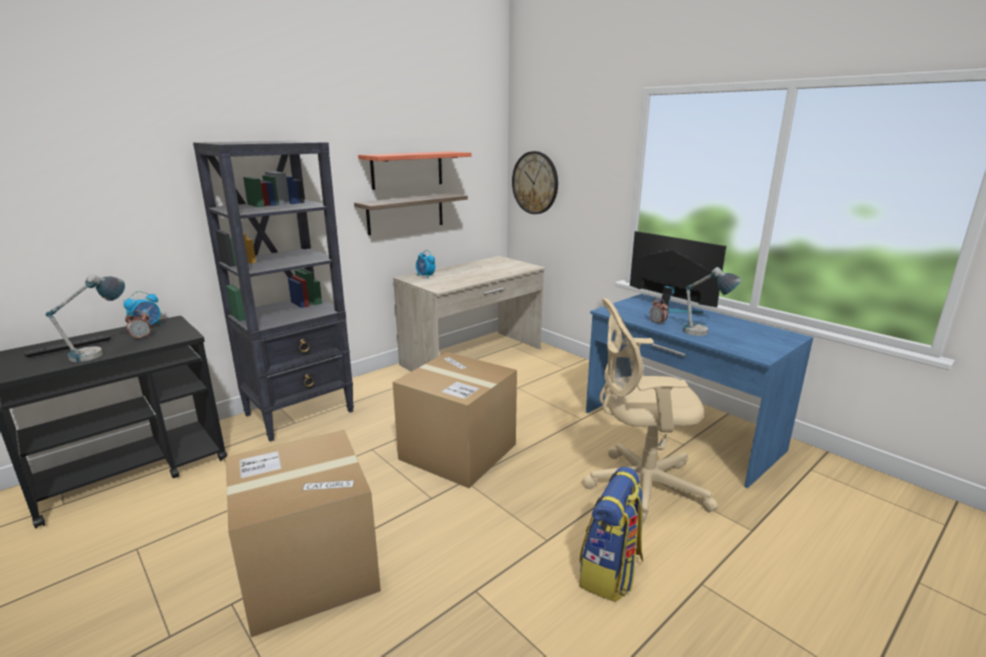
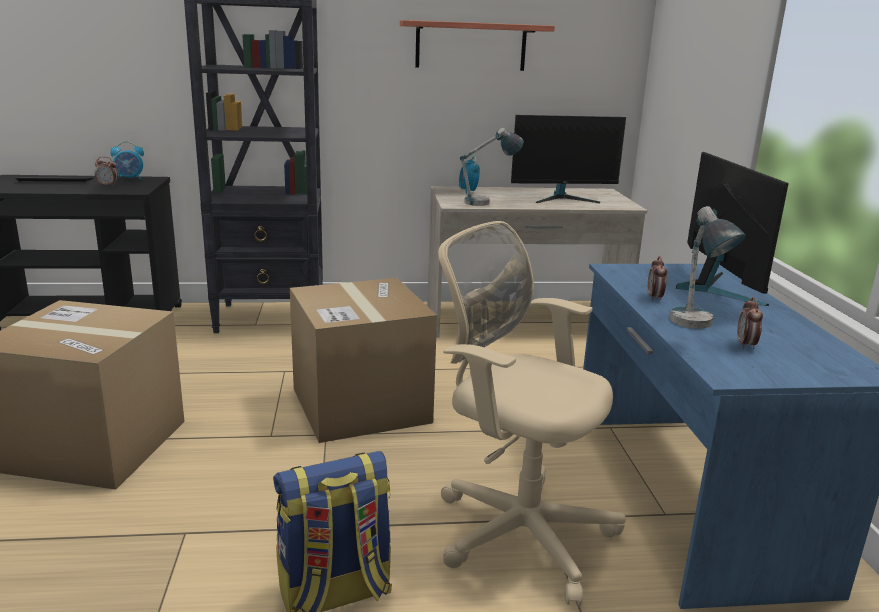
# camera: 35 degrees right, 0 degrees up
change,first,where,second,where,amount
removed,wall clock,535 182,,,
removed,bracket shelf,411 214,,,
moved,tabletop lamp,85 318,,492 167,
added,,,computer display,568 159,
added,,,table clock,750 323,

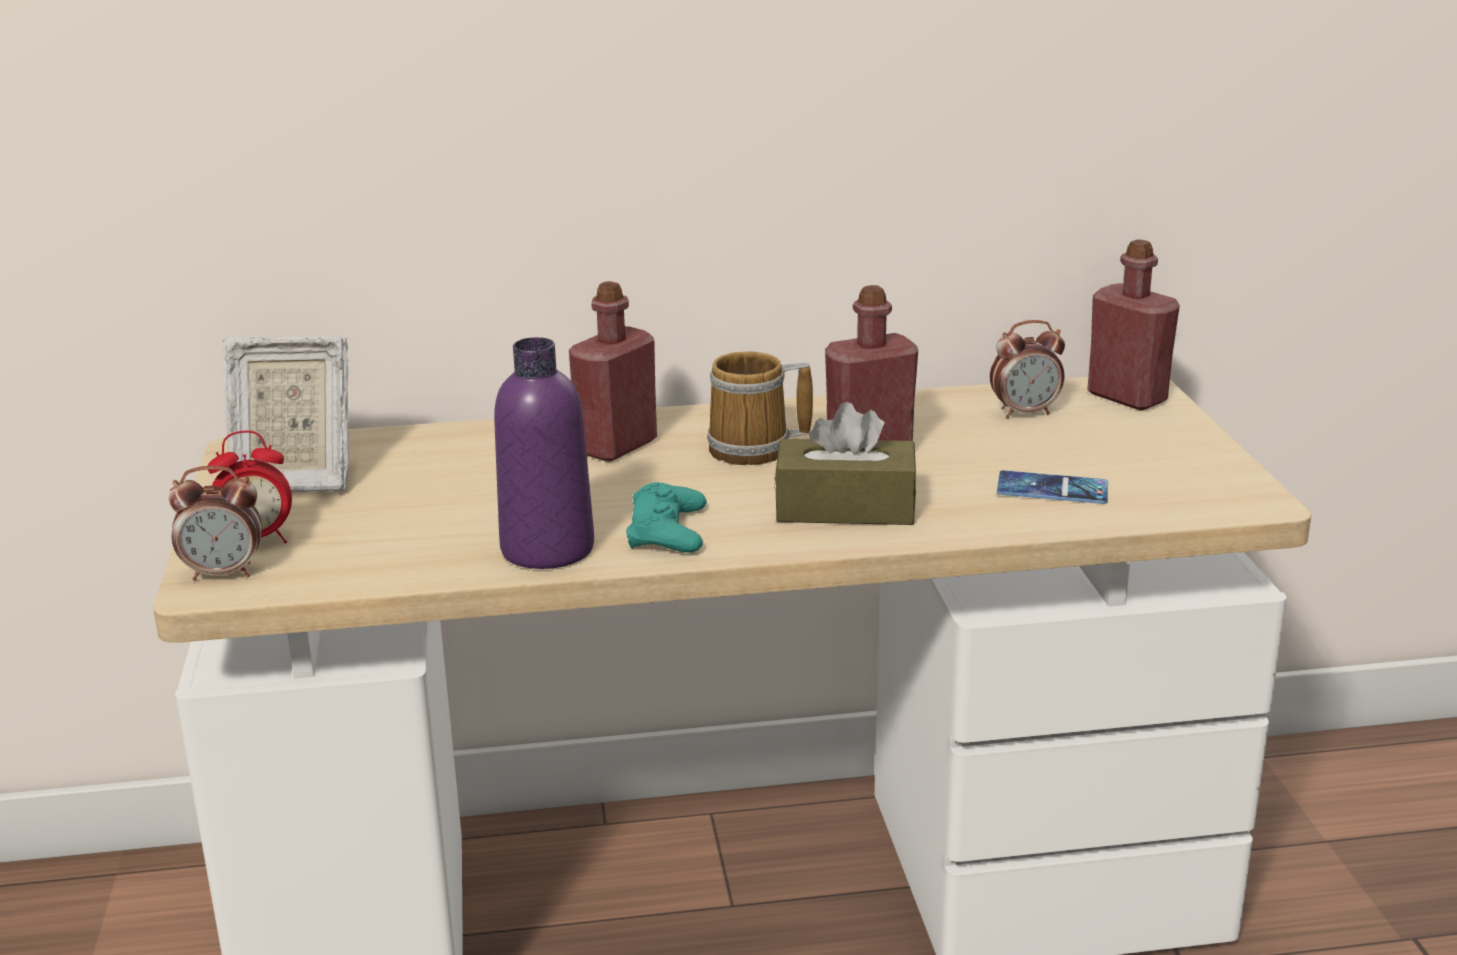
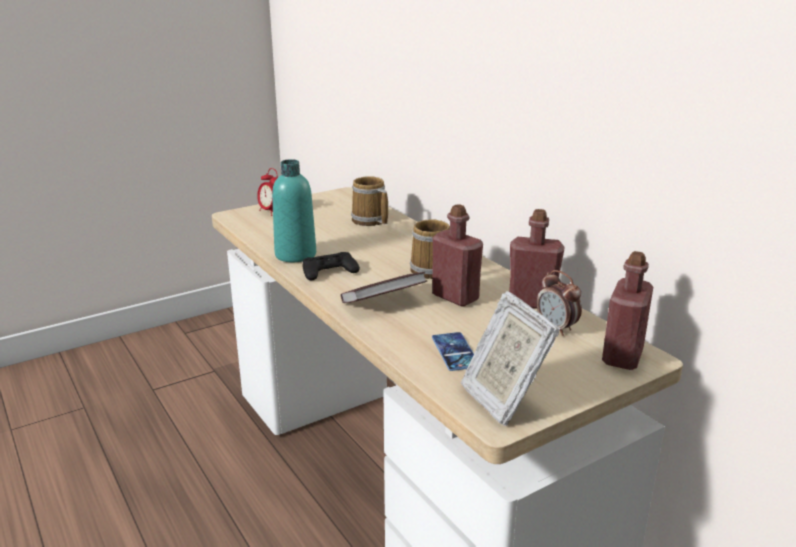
# camera: 65 degrees right, 0 degrees up
change,first,where,second,where,amount
moved,beverage bottle/red,613 371,,537 259,
moved,photo frame,286 414,,510 358,
recoloured,beverage bottle/purple,544 453,beverage bottle/turquoise,294 210,
replaced,tissue box/brown-coloured,845 463,volume,384 287,
removed,table clock,215 523,,,
recoloured,gamepad/turquoise,666 517,gamepad/blackish,331 266,
added,,,tea mug,369 201,

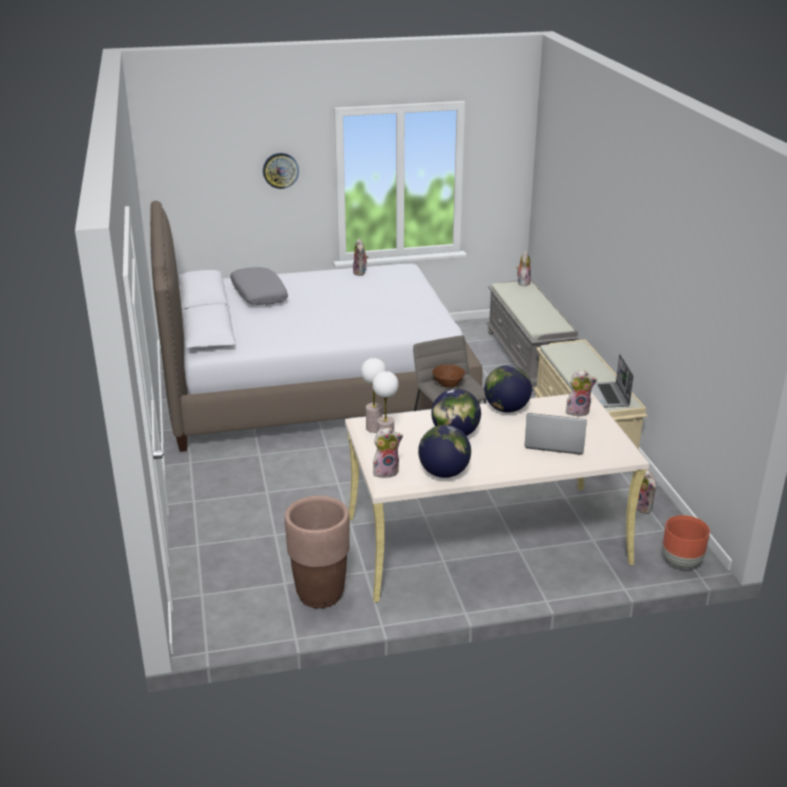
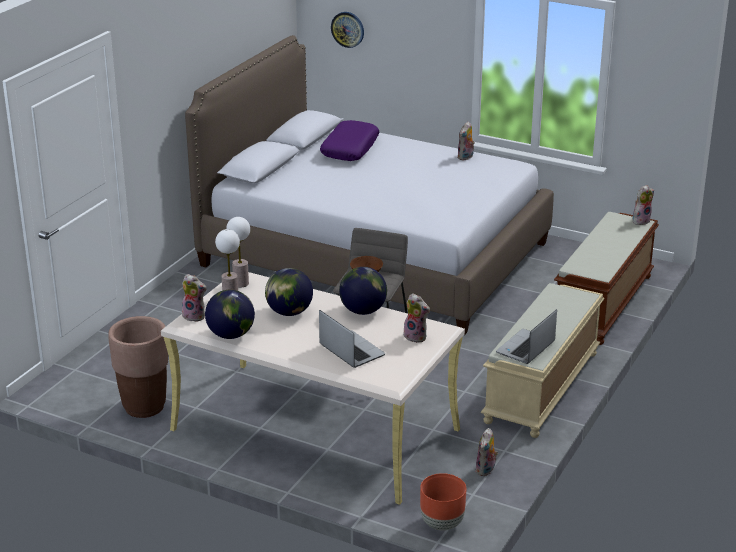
# camera: 40 degrees right, 0 degrees up
change,first,where,second,where,amount
moved,wall clock,281 171,,347 30,
recoloured,pillow/gray,259 286,pillow/purple,349 140,
recoloured,indoor bench/gray,532 335,indoor bench/brown-coloured,606 278,

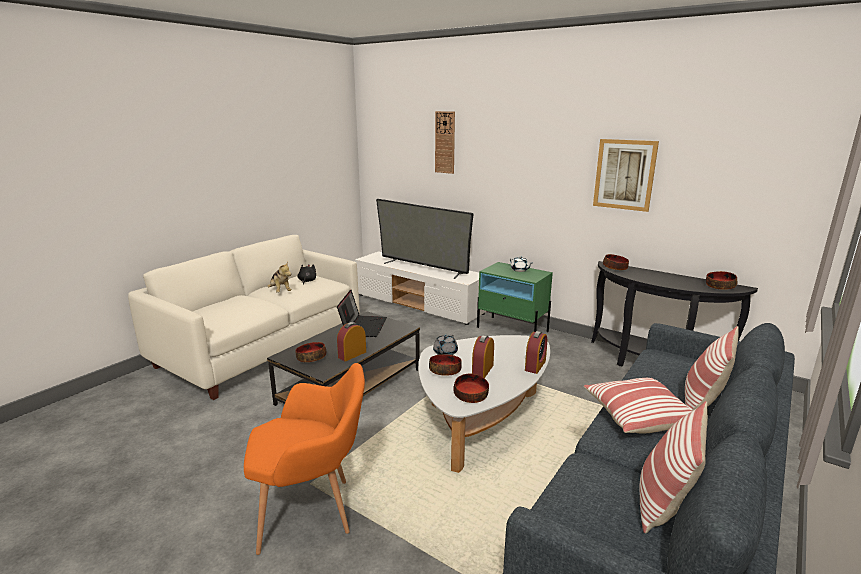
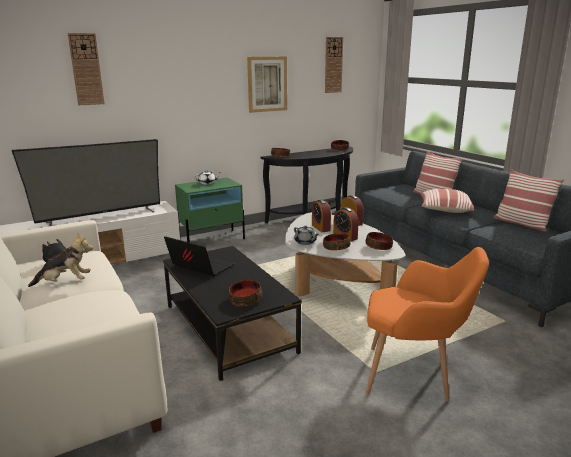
# camera: 65 degrees left, 0 degrees up
change,first,where,second,where,amount
moved,table clock,351 341,,321 216,
turned,lounge chair/orange-coloured,304 459,,427 324,90 degrees clockwise
added,,,wall clock,334 65,

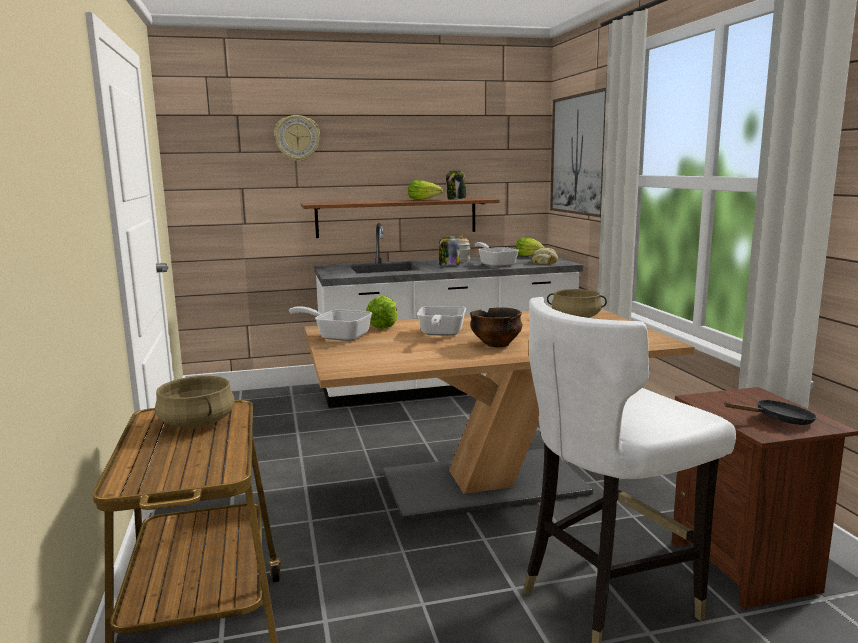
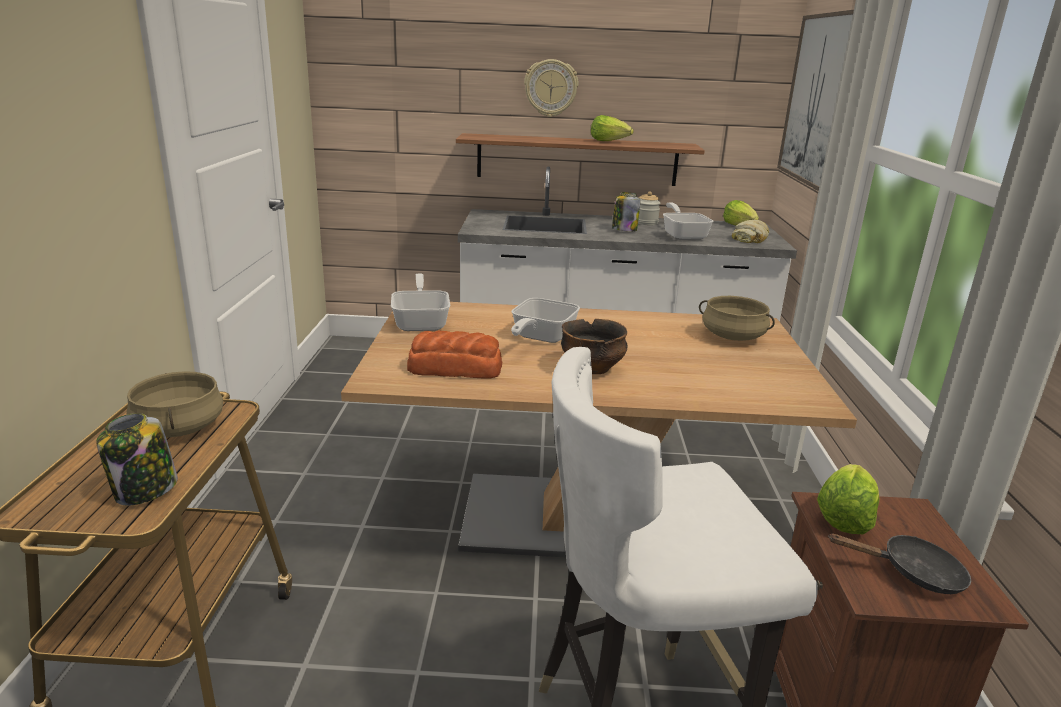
# camera: 15 degrees right, 10 degrees up
change,first,where,second,where,amount
moved,wall clock,297 138,,551 88,
moved,preserve jar,456 185,,137 459,
moved,lettuce head,382 312,,848 499,
turned,frying pan,330 323,,420 302,45 degrees clockwise
added,,,bread,454 354,

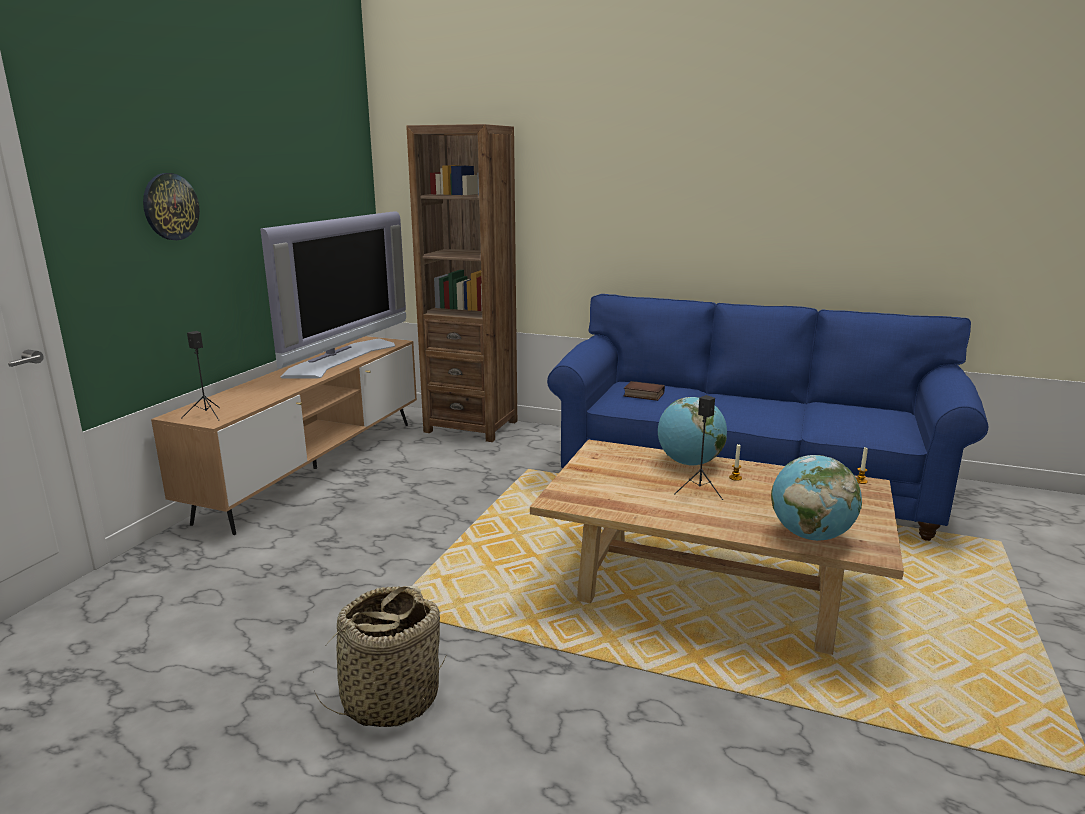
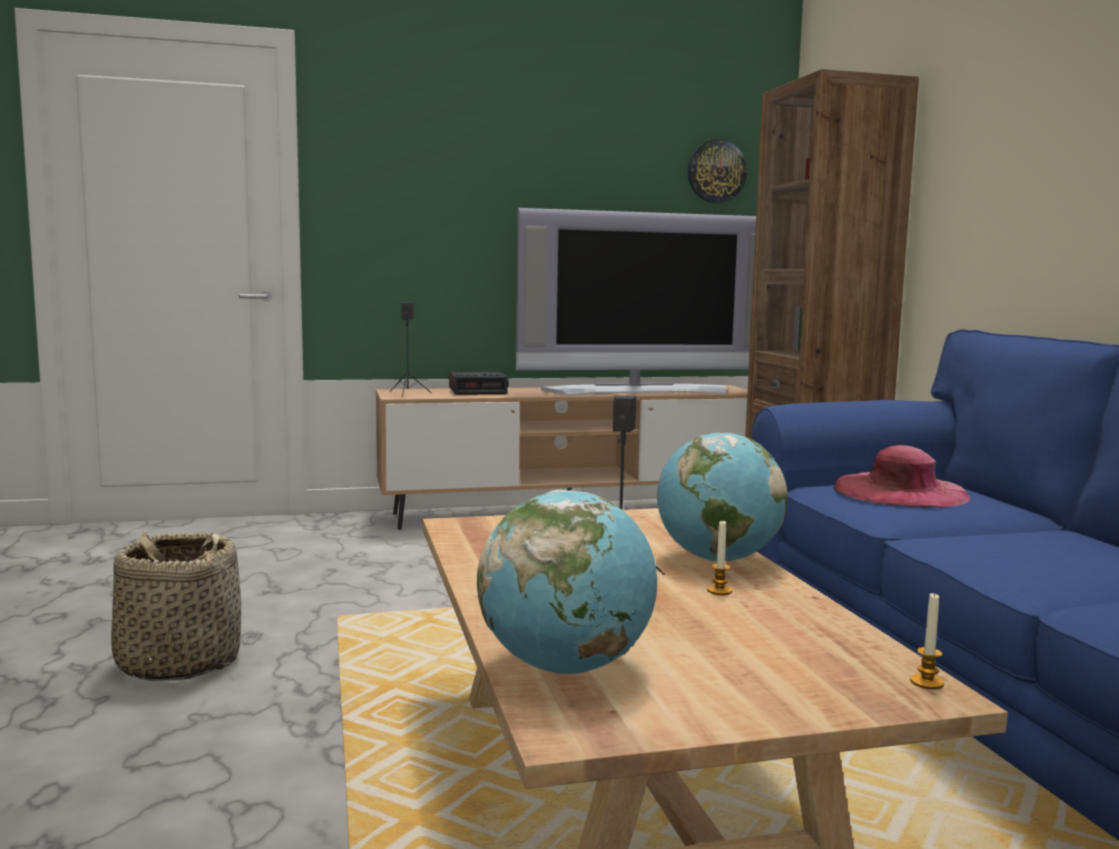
# camera: 55 degrees right, 10 degrees down
change,first,where,second,where,amount
moved,wall clock,171 206,,717 171,
replaced,volume,644 391,hat/pink-coloured,901 476,
added,,,table clock,479 383,

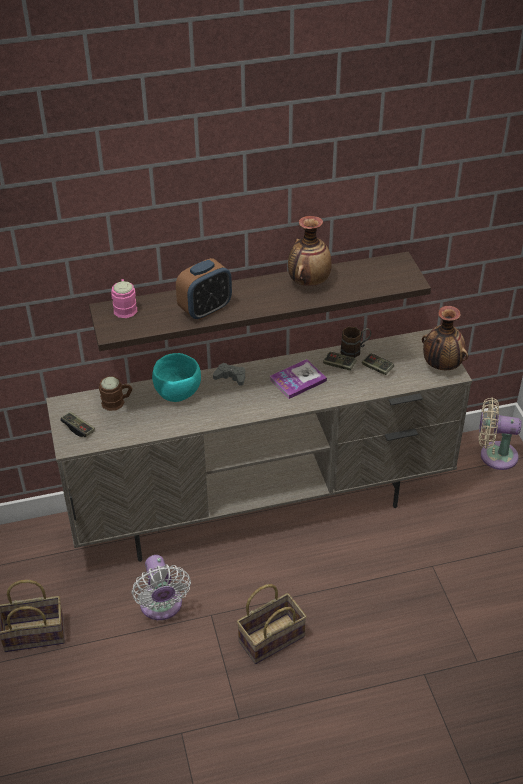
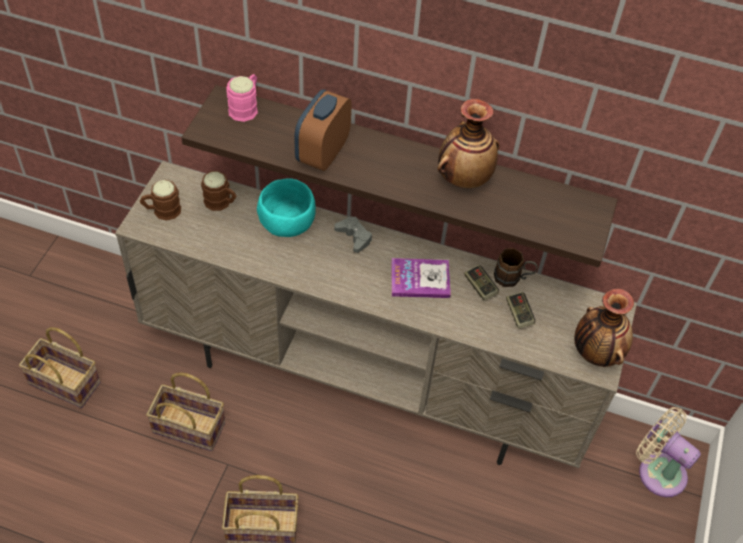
# camera: 30 degrees right, 10 degrees up
change,first,where,second,where,amount
turned,table clock,204 289,,323 130,120 degrees clockwise
replaced,gamepad,77 424,tea mug/brown-coloured,160 200,
replaced,electric fan/white-coloured,161 587,household basket,185 412,

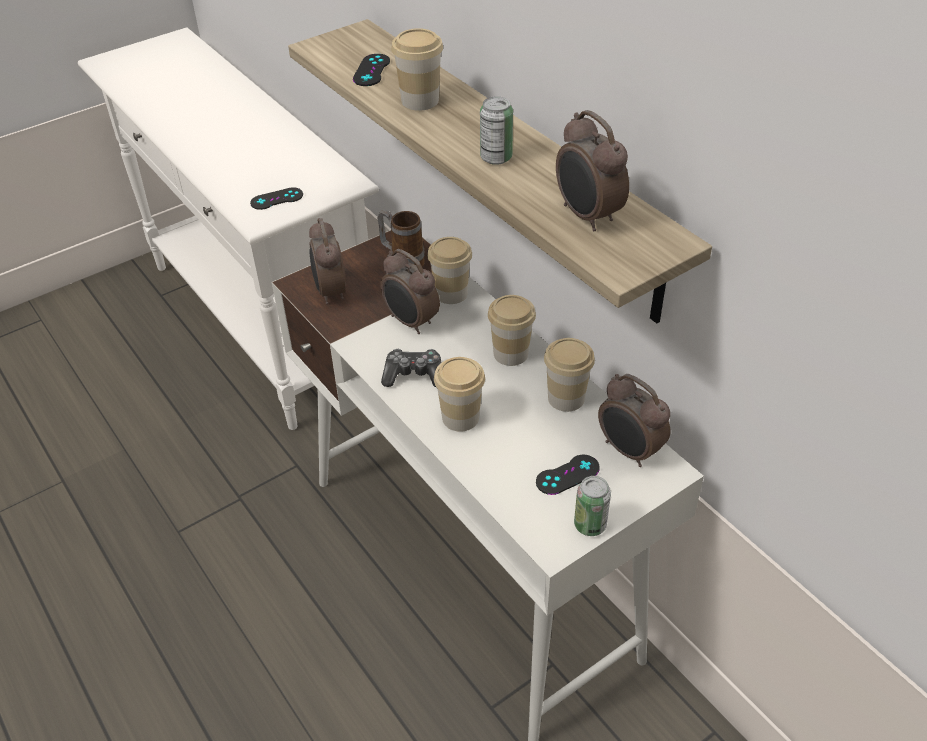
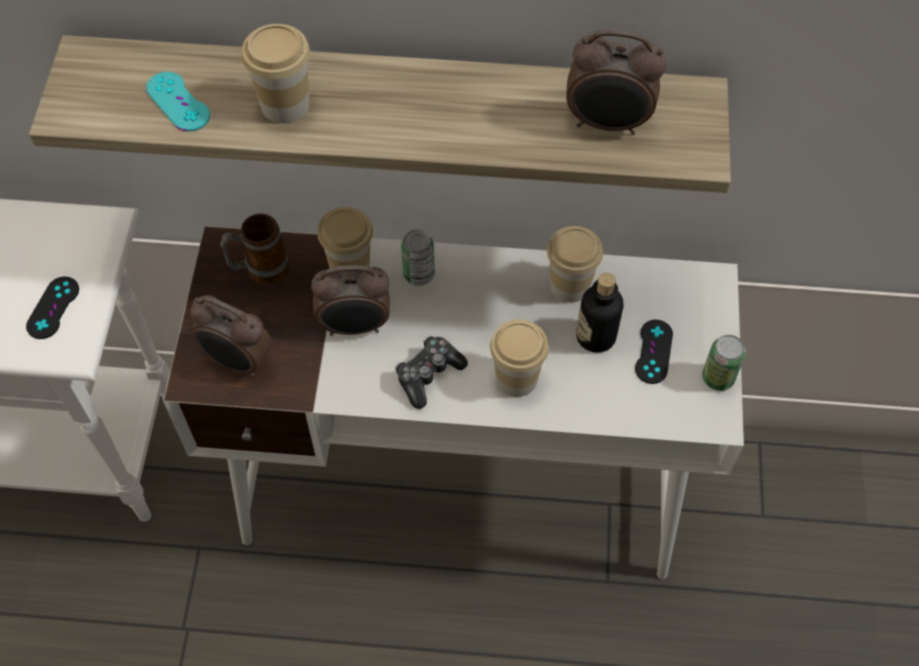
# camera: 50 degrees left, 15 degrees up
change,first,where,second,where,amount
recoloured,gamepad/blackish,371 70,gamepad/turquoise,178 101,
moved,can,496 130,,418 257,
removed,drinking cup,512 330,,,
removed,table clock,634 420,,,
added,,,beverage bottle,599 312,

